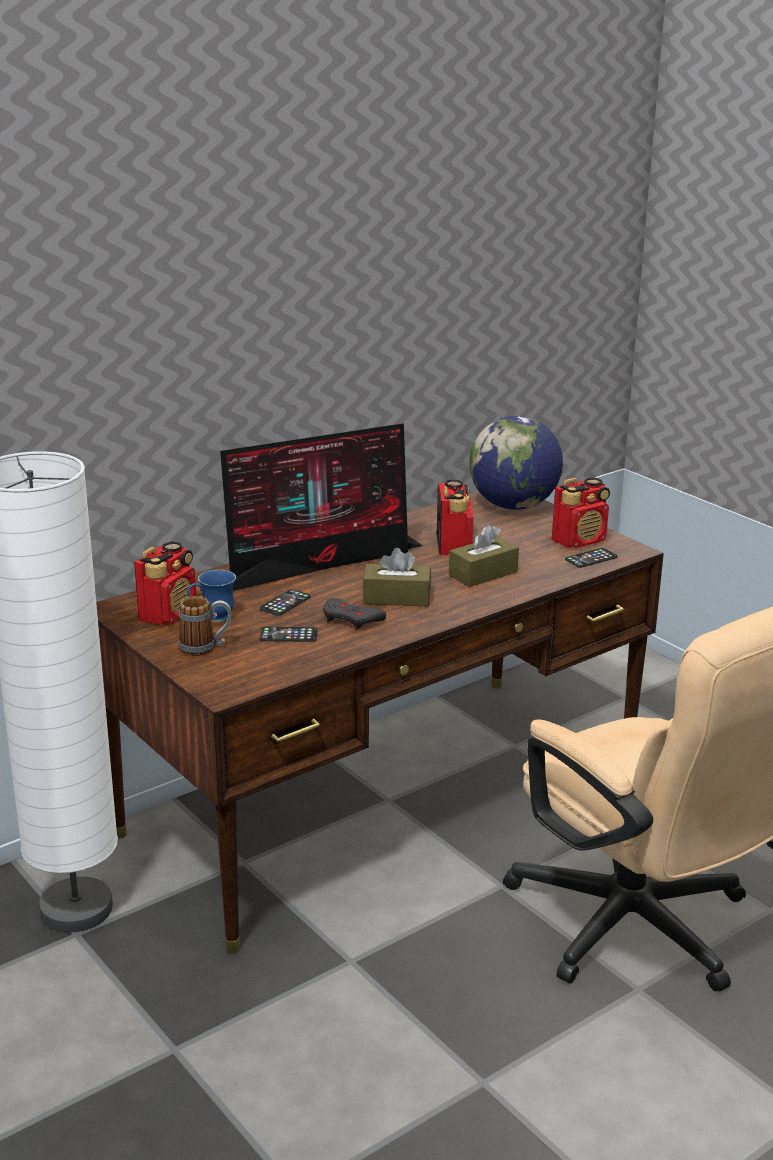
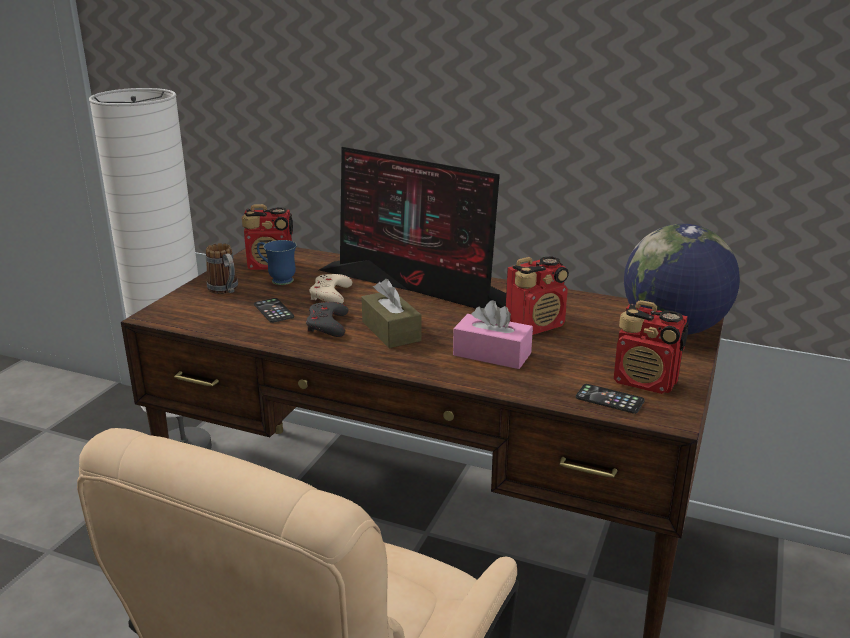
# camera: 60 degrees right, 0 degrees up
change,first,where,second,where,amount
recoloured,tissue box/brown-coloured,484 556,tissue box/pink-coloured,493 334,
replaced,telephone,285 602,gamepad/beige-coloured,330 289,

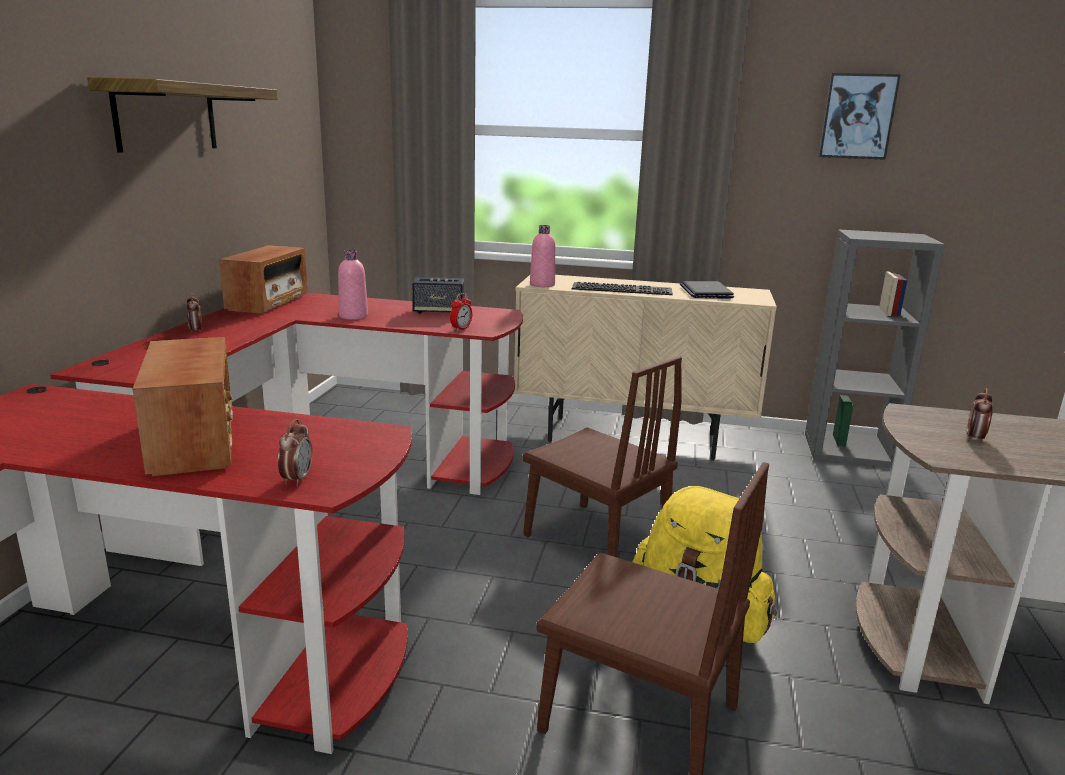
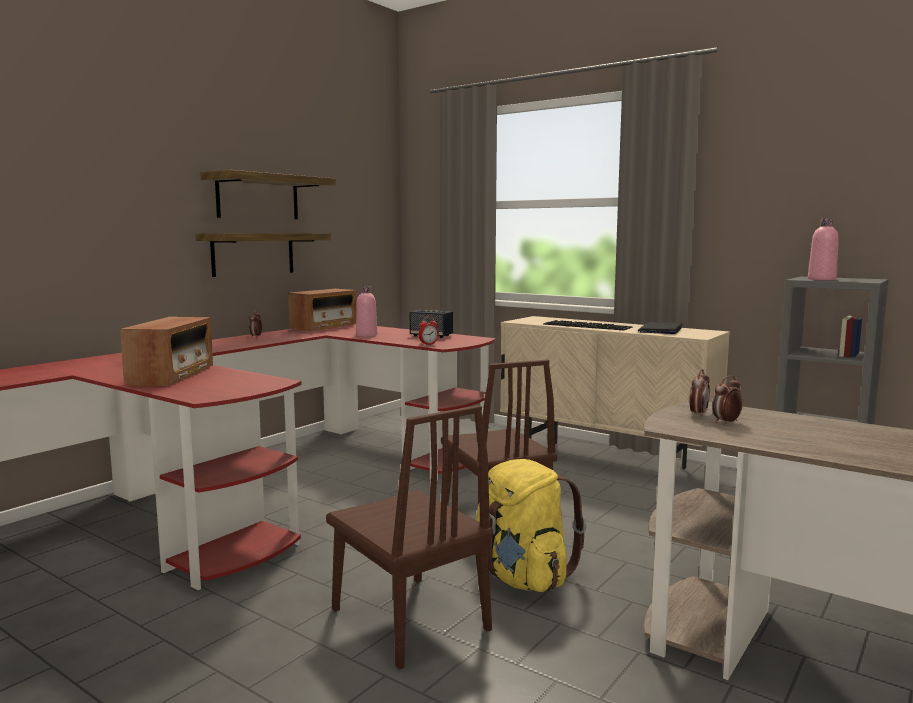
# camera: 25 degrees right, 10 degrees down
change,first,where,second,where,amount
removed,picture,860 116,,,
moved,beverage bottle/pink-coloured,542 256,,823 249,
moved,table clock,295 452,,699 393,
added,,,bracket shelf,263 255,

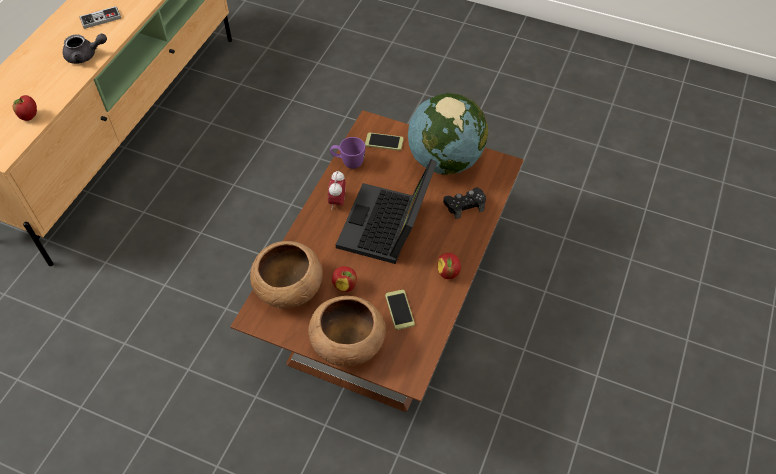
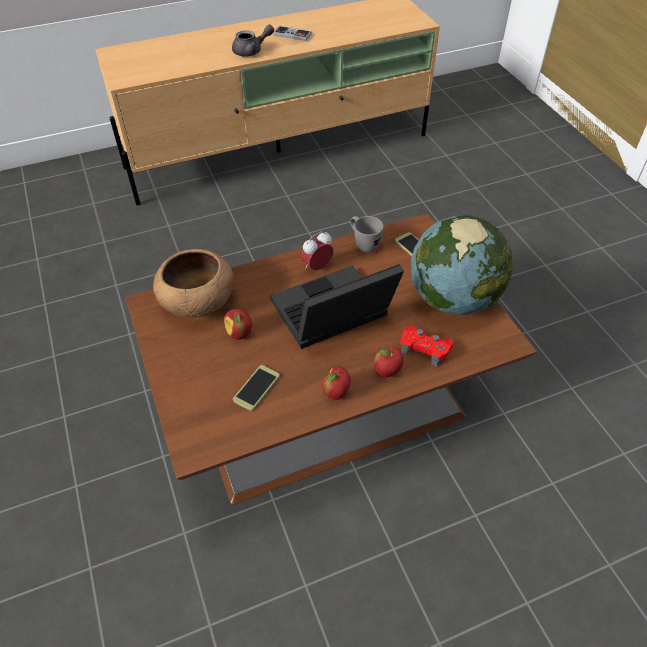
# camera: 45 degrees right, 5 degrees down
change,first,where,second,where,amount
turned,pot for tea/gray,85 48,,253 40,60 degrees counterclockwise
moved,apple fruit,25 108,,389 362,
recoloured,tea mug/purple,347 153,tea mug/gray,367 234,
recoloured,gamepad/blackish,464 203,gamepad/red,426 345,
removed,deep dish/brown-coloured,347 331,,,

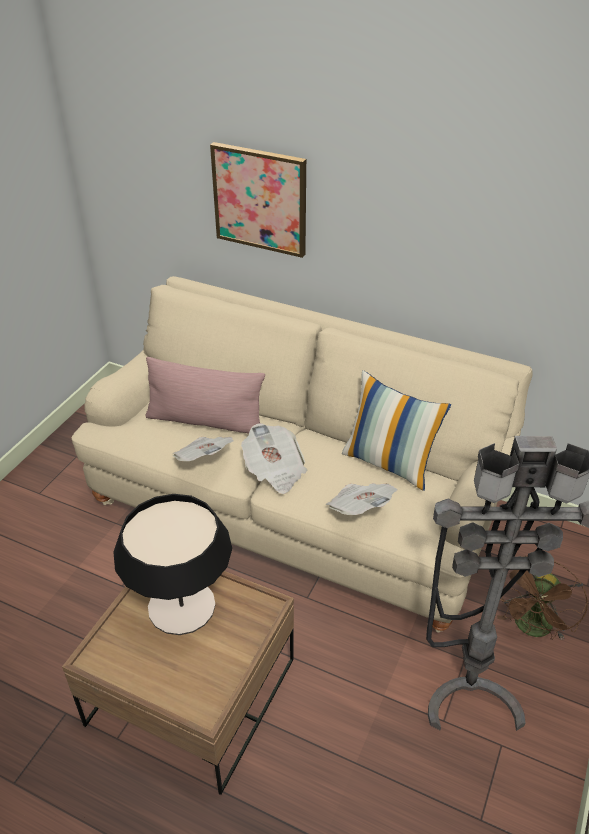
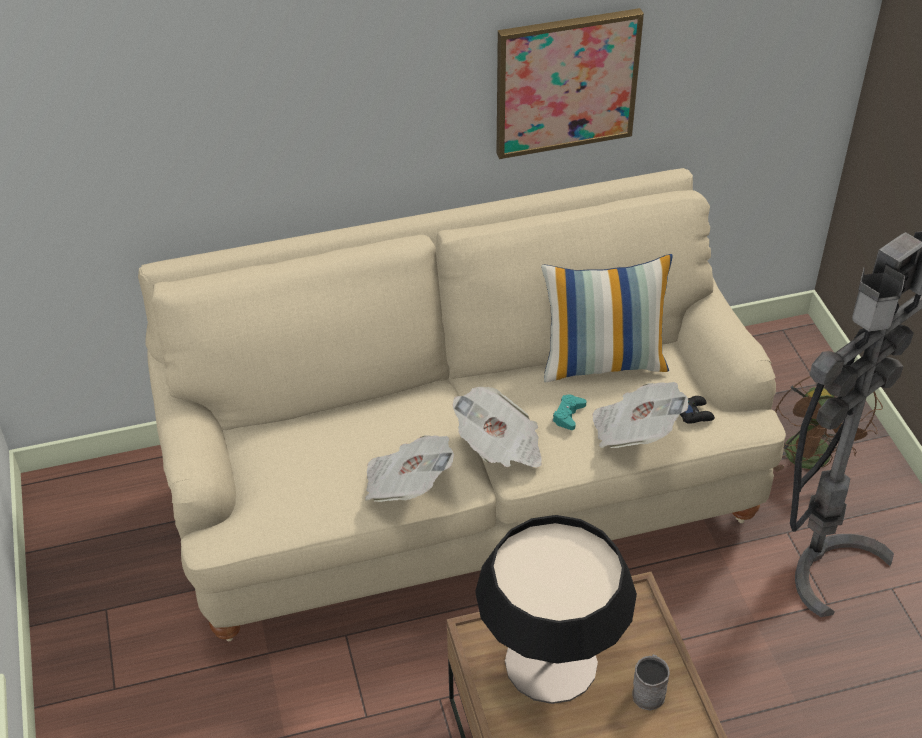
# camera: 40 degrees left, 5 degrees up
change,first,where,second,where,amount
moved,picture,258 200,,570 83,
removed,pillow/pink-coloured,205 395,,,
added,,,gamepad/turquoise,569 412,
added,,,gamepad/blackish,697 410,
added,,,tea mug/gray,651 682,

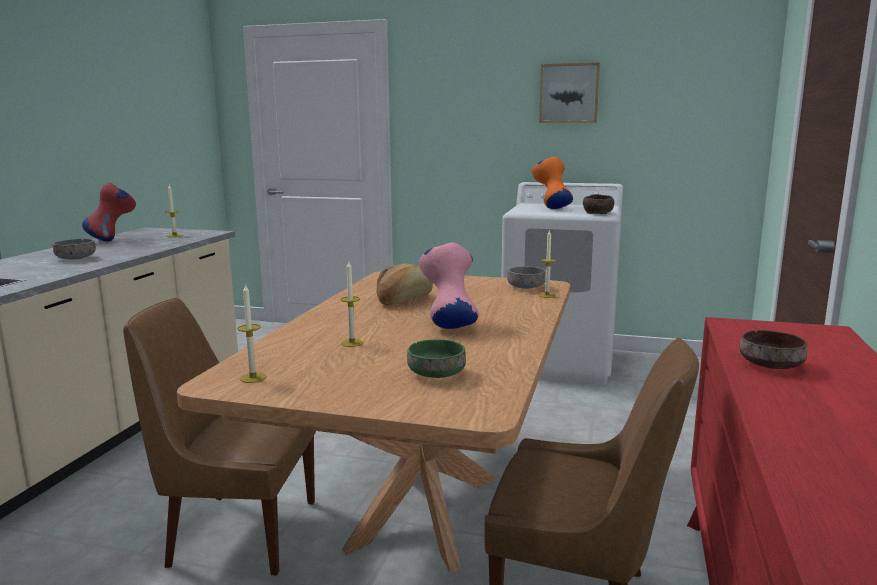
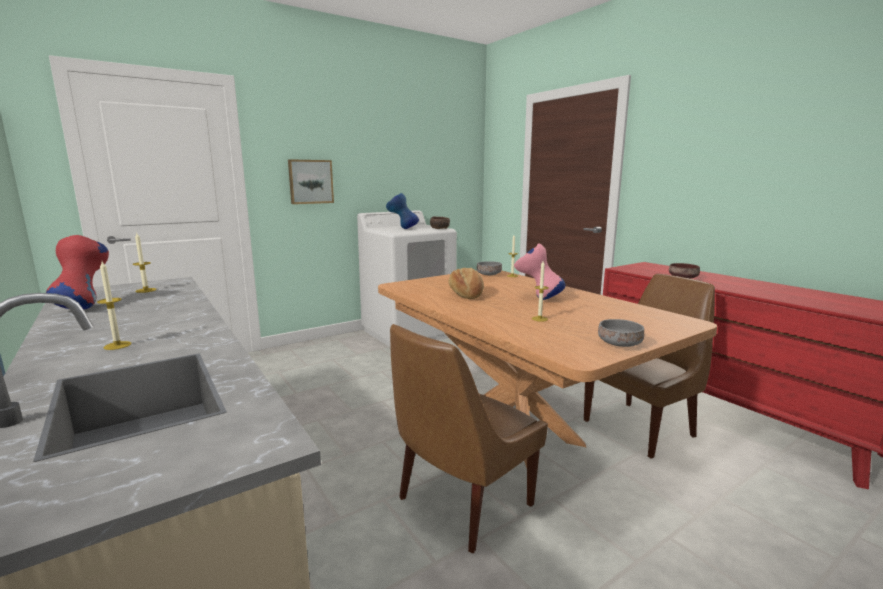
# camera: 50 degrees left, 0 degrees up
change,first,where,second,where,amount
moved,picture,569 93,,311 181,
recoloured,vase/orange-coloured,552 183,vase/blue,402 211,
moved,deep dish/gray,74 249,,621 333,
moved,wax candle,251 333,,114 305,
removed,deep dish/green,436 358,,,

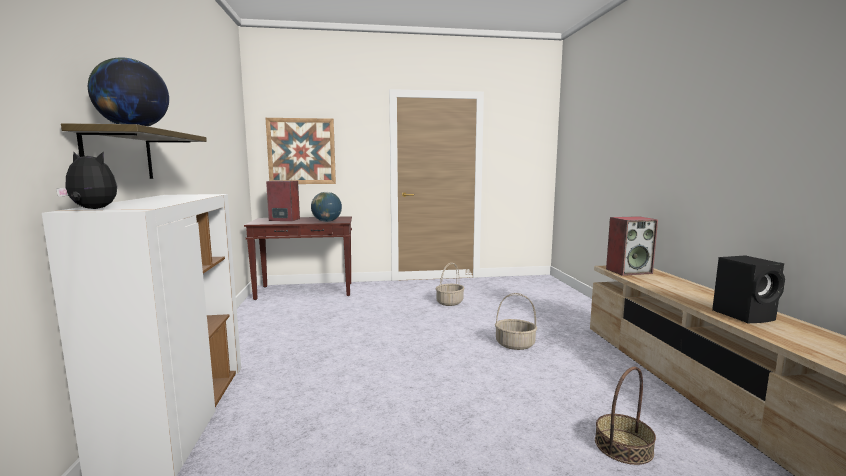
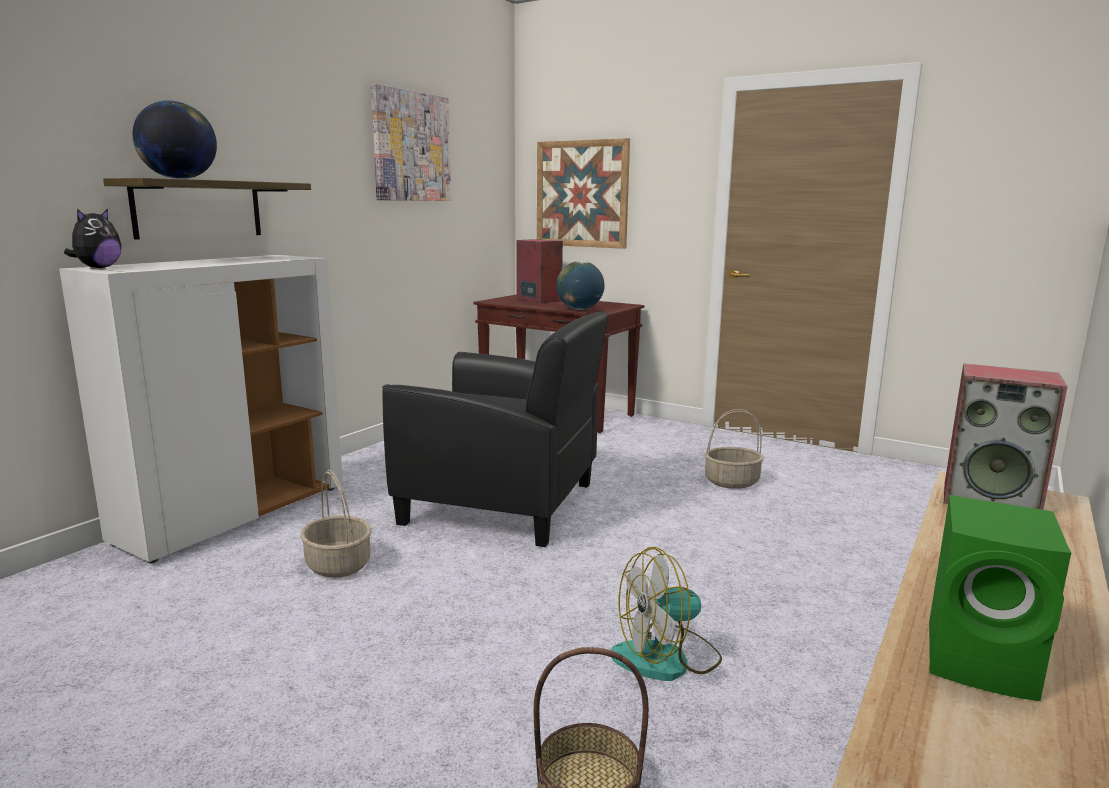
# camera: 40 degrees right, 5 degrees up
change,first,where,second,where,amount
turned,plush toy,86 180,,92 238,60 degrees clockwise
recoloured,speaker/blackish,748 289,speaker/green,1000 598,
moved,household basket,516 321,,335 524,
added,,,picture,411 142,
added,,,lounge chair/blackish,495 429,
added,,,electric fan,666 614,

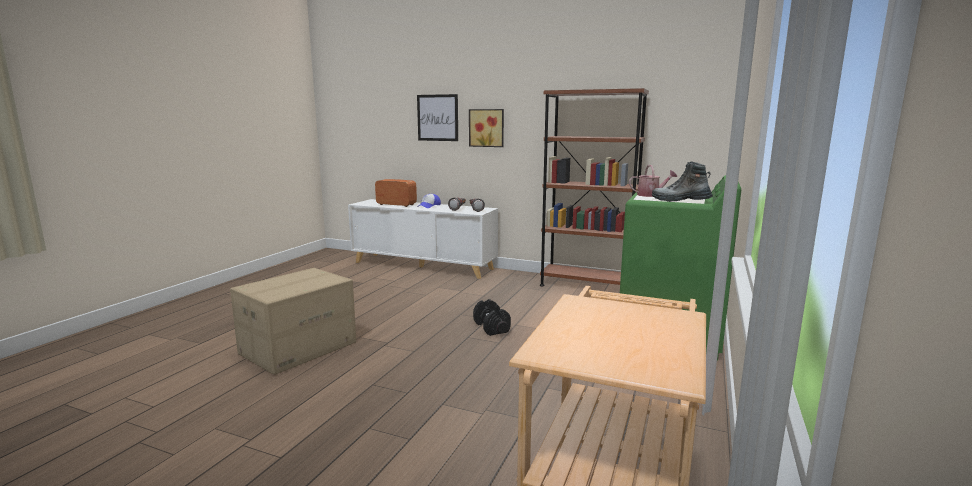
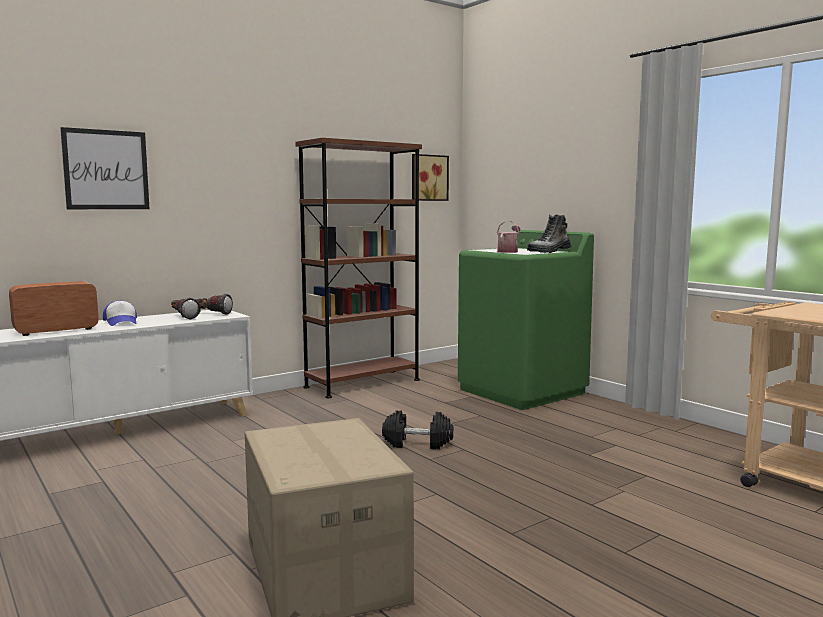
# camera: 60 degrees left, 5 degrees down
change,first,where,second,where,amount
moved,picture,486 128,,430 177,

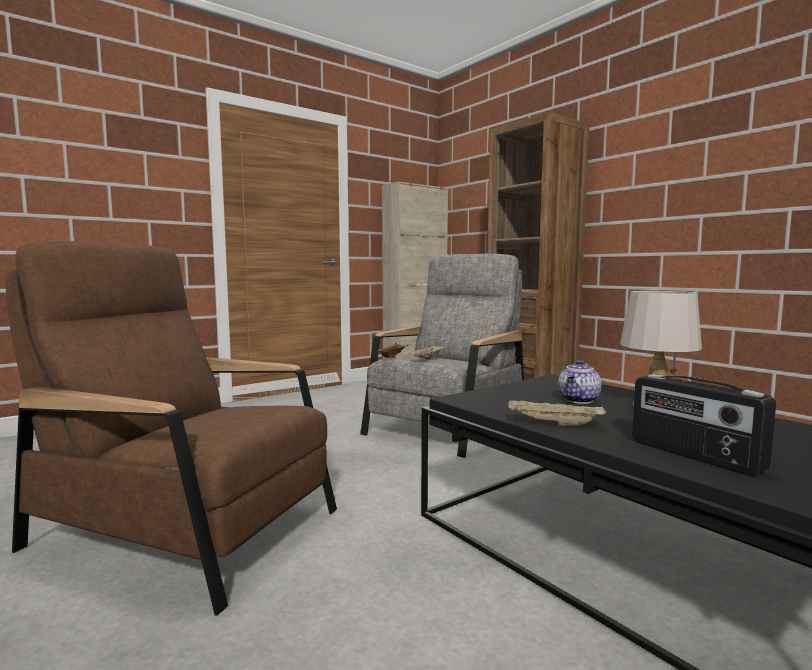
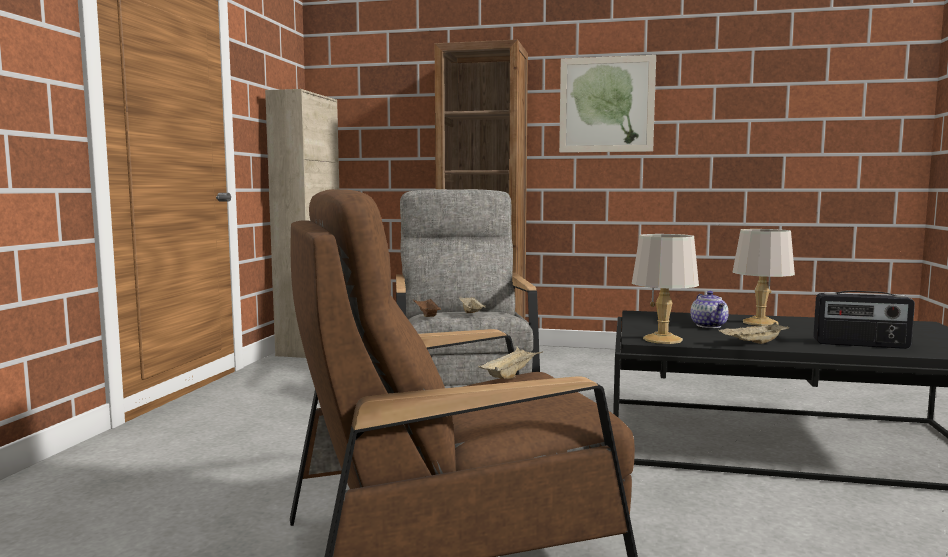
# camera: 40 degrees left, 0 degrees up
change,first,where,second,where,amount
added,,,picture,607 104,
added,,,tabletop lamp/gray,665 289,
added,,,serving tray/beige-coloured,510 363,

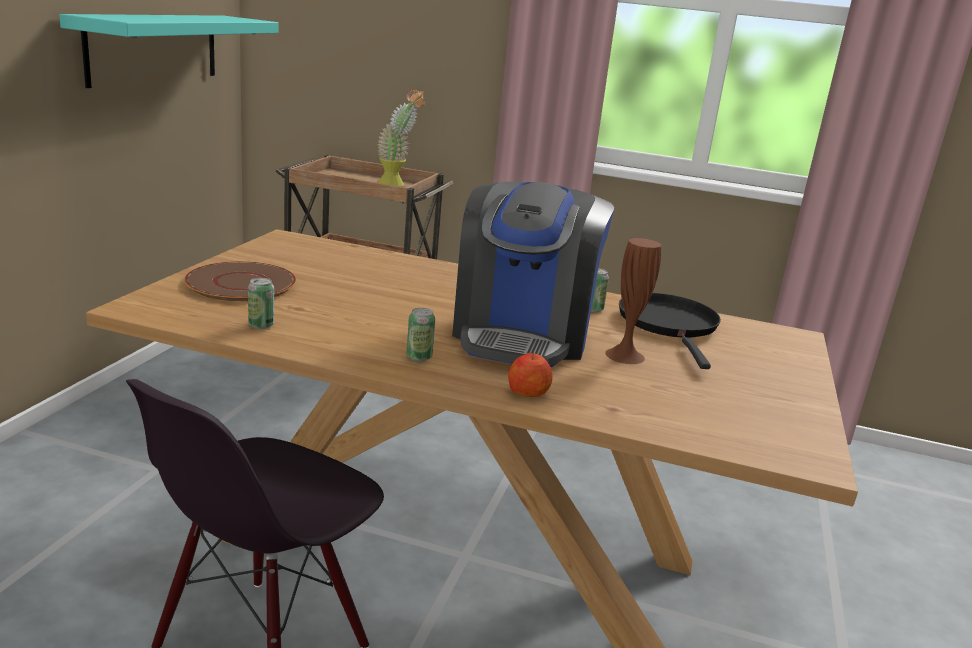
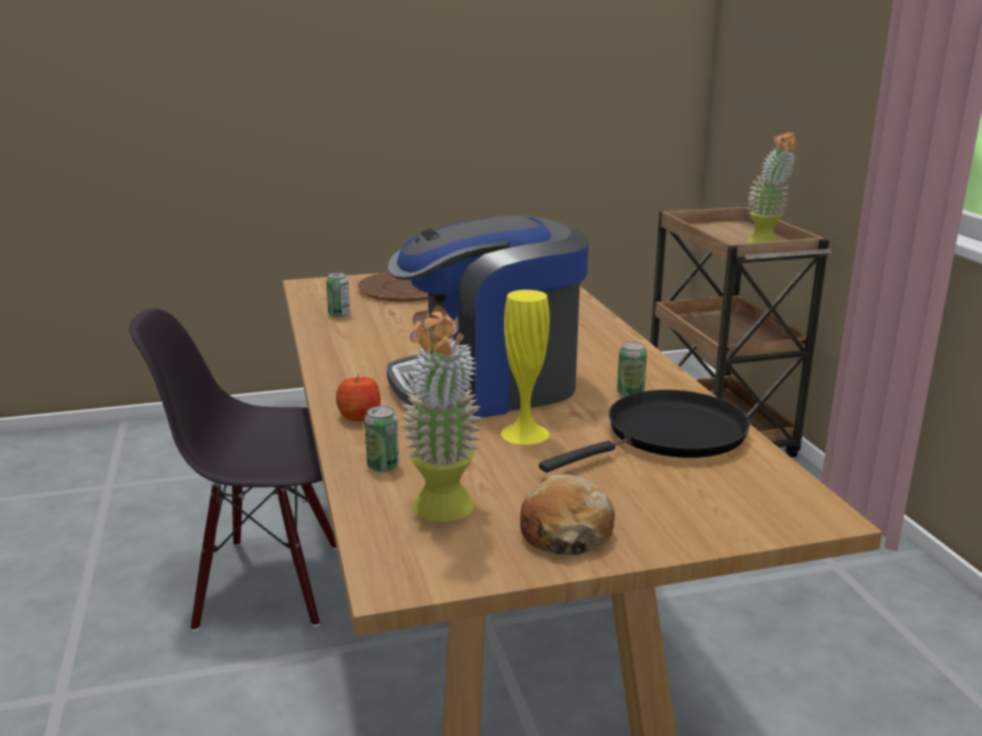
# camera: 60 degrees right, 0 degrees up
change,first,where,second,where,amount
removed,bracket shelf/turquoise,168 51,,,
recoloured,vase/brown-coloured,633 301,vase/yellow,525 367,
moved,can,420 334,,382 439,
added,,,potted plant,441 414,
added,,,bread,567 515,

